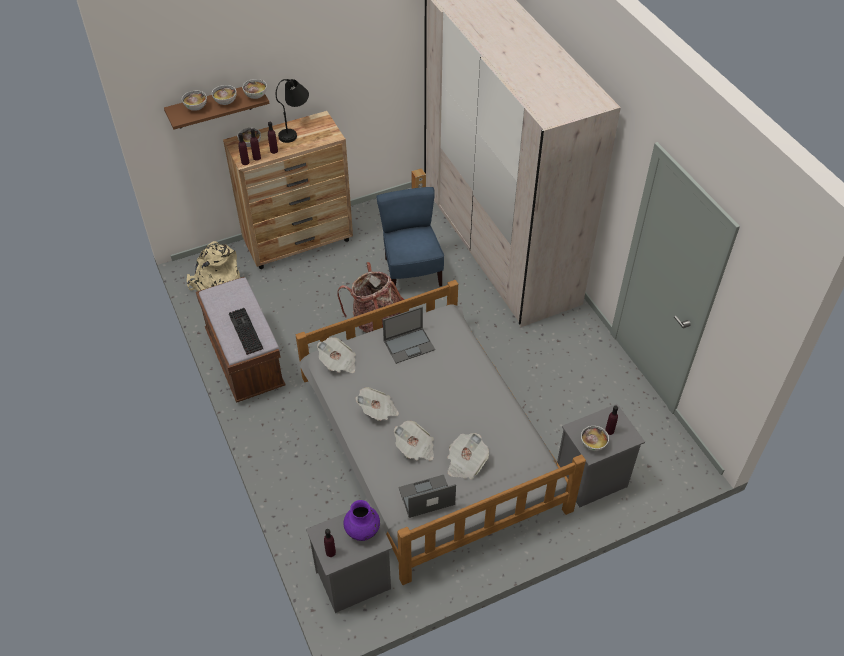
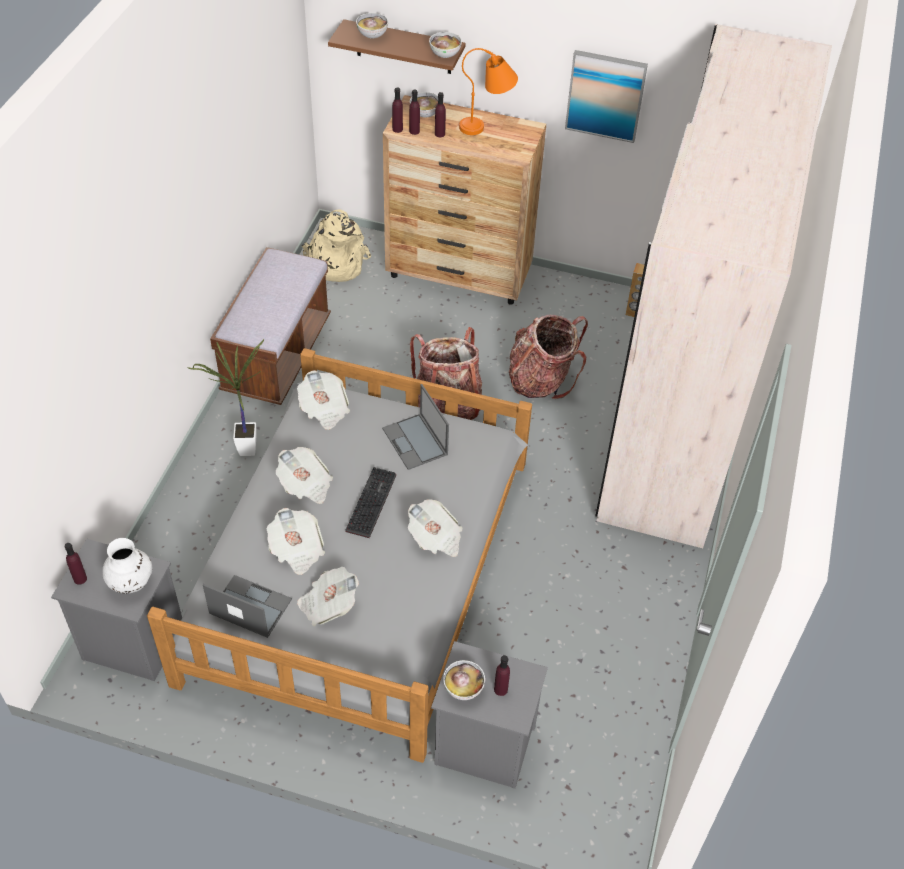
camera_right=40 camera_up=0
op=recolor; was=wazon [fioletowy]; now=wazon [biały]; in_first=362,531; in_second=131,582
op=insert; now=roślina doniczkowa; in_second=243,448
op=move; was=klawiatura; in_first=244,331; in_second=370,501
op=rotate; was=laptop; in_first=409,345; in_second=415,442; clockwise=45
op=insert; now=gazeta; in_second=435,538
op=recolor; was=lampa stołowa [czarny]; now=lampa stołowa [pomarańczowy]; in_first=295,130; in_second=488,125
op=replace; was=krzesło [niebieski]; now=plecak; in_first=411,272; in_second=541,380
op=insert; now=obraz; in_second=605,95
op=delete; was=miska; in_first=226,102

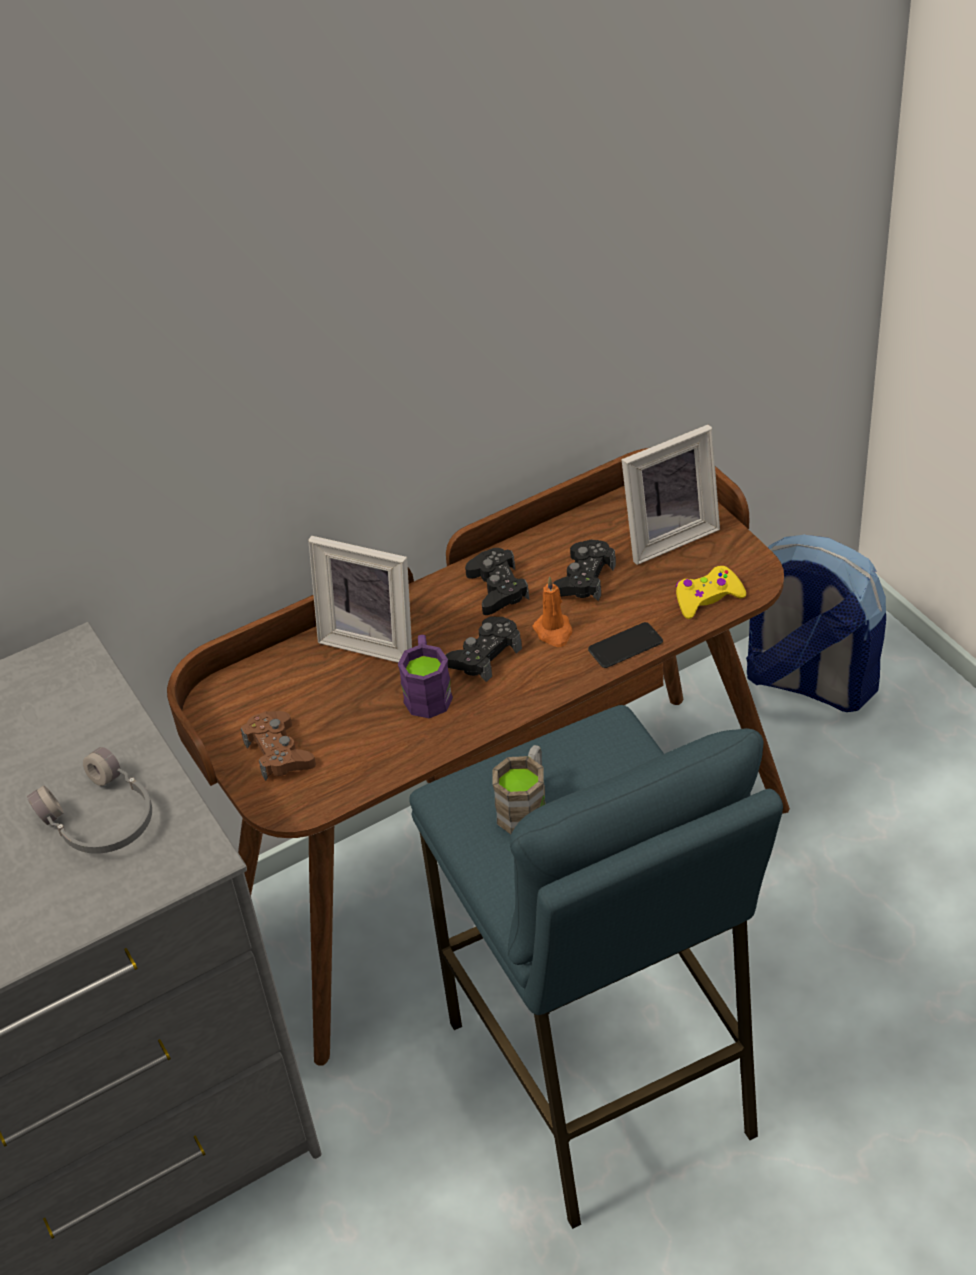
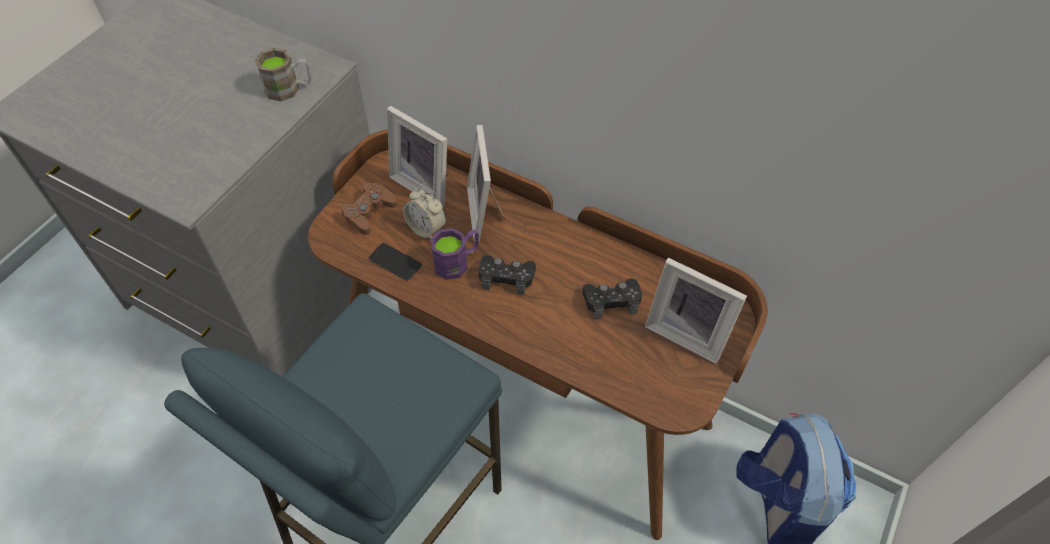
camera_right=55 camera_up=10
op=move; was=kubek [brązowy]; in_first=526,806; in_second=289,88
op=move; was=telefon; in_first=625,646; in_second=395,262
op=insert; now=ramka na zdjęcie; in_second=425,184
op=insert; now=budzik; in_second=426,228
op=delete; was=słuchawki [szary]; in_first=100,819
op=delete; was=pad do gier [czarny]; in_first=497,588
op=delete; was=świeca [pomarańczowy]; in_first=554,632
op=delete; was=pad do gier [żółty]; in_first=707,598

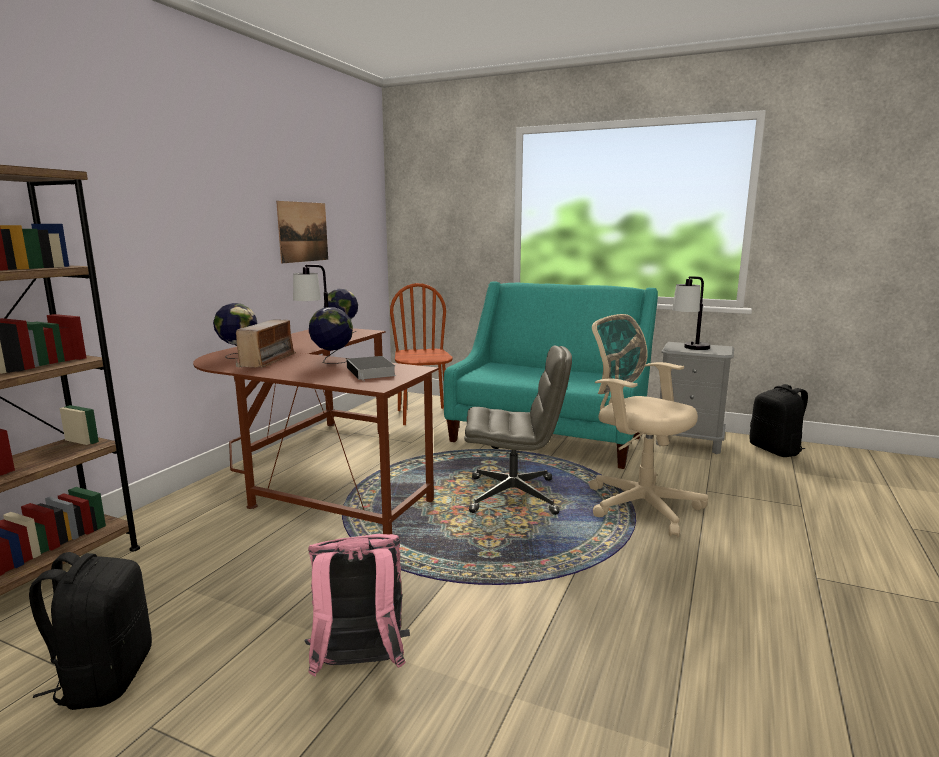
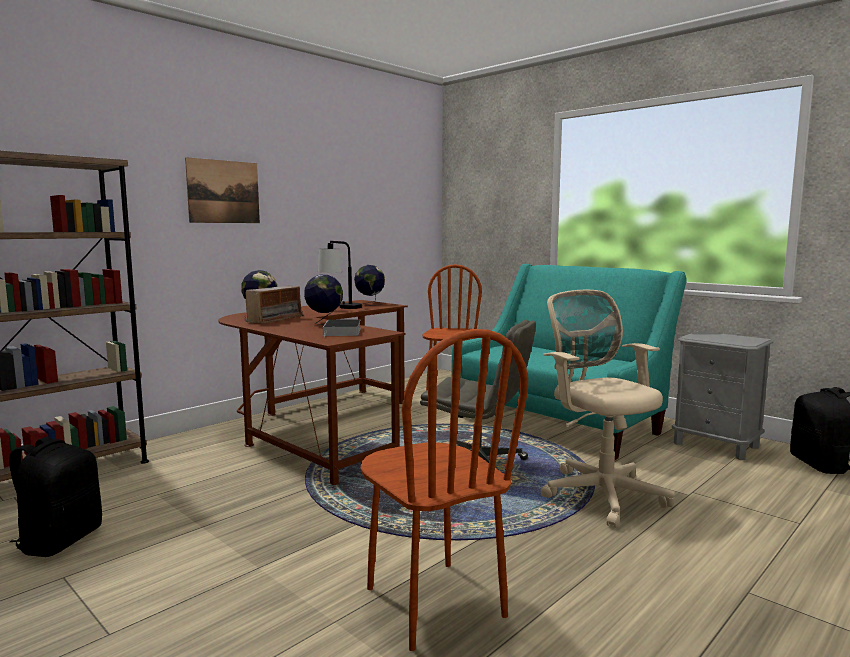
camera_right=20 camera_up=-5
op=move; was=obraz; in_first=303,232; in_second=224,192
op=insert; now=krzesło [brązowy]; in_second=433,602
op=delete; was=plecak [różowy]; in_first=359,666
op=delete; was=lampa stołowa; in_first=690,349

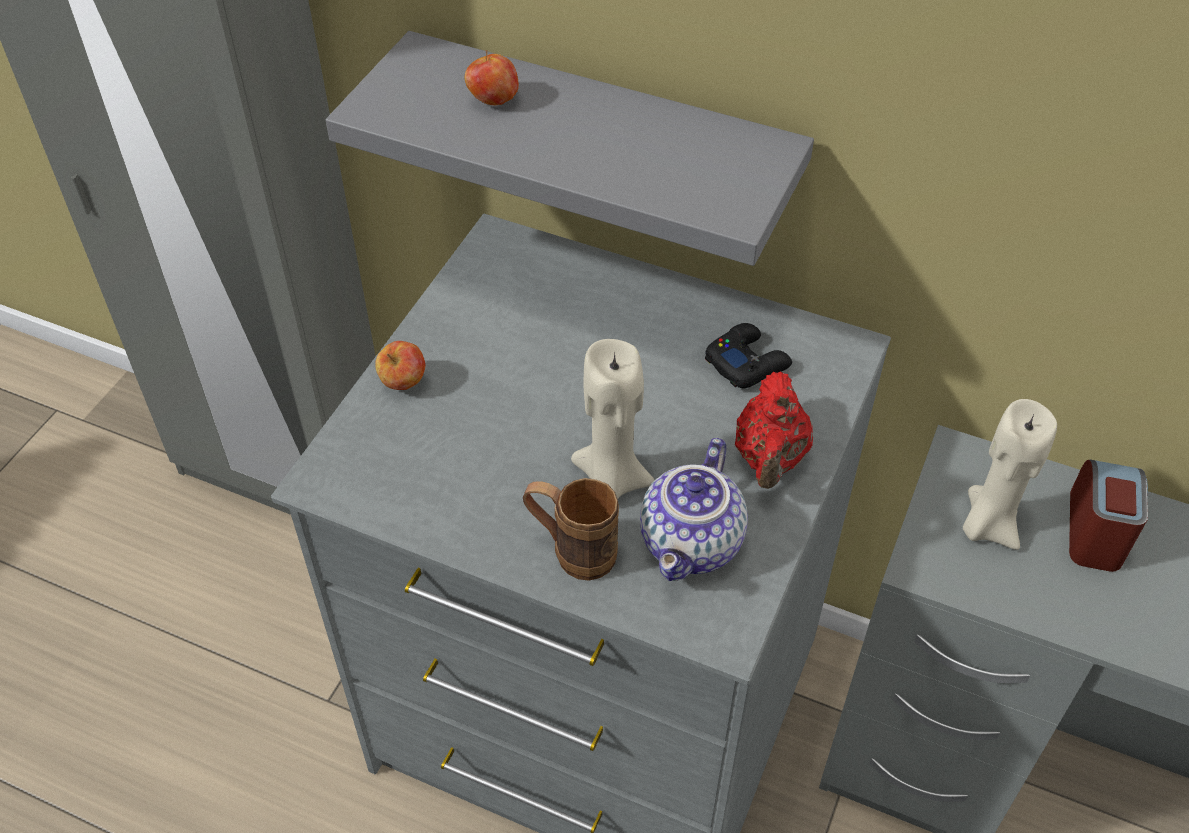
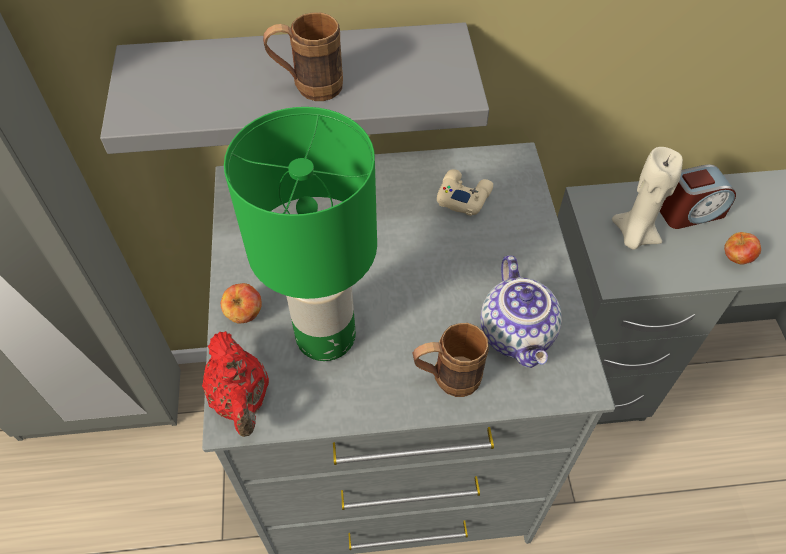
camera_right=-30 camera_up=5
op=move; was=imbryk [czerwony]; in_first=770,459; in_second=241,399
op=insert; now=lampa stołowa [zielony]; in_second=327,335
op=insert; now=kubek [brązowy]; in_second=308,88
op=recolor; was=pad do gier [czarny]; now=pad do gier [beżowy]; in_first=747,362; in_second=463,196
op=rotate; was=budzik; in_first=1096,532; in_second=690,212; clockwise=90
op=move; was=jabłko; in_first=493,101; in_second=736,258
op=delete; was=świeca [beżowy]; in_first=611,480

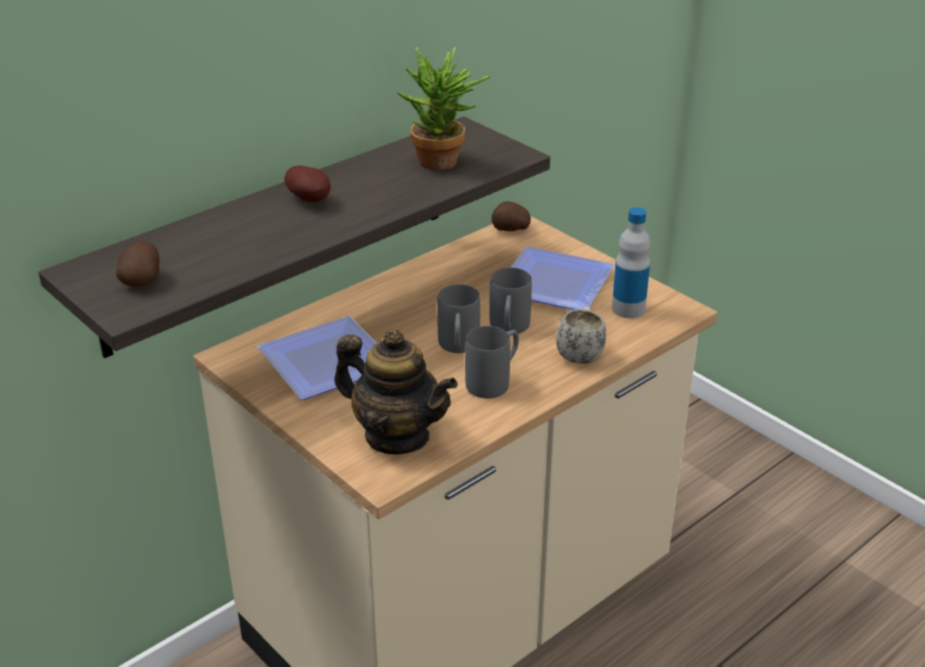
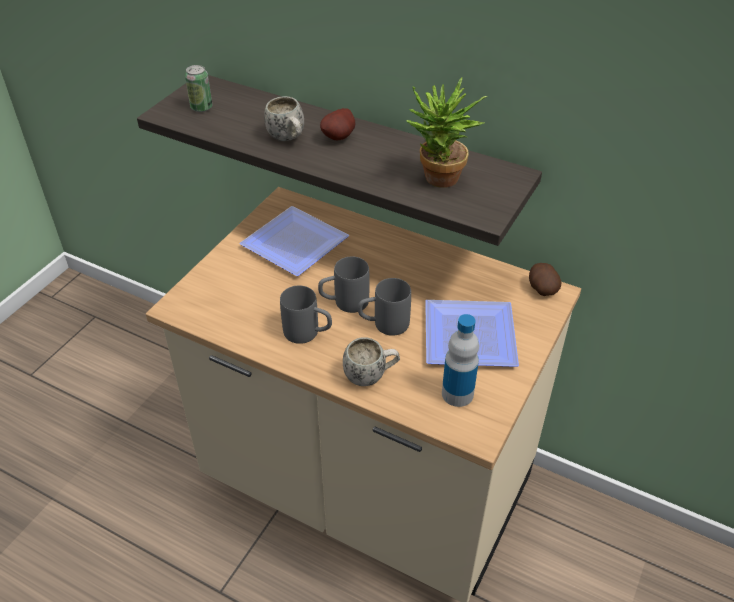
camera_right=70 camera_up=10
op=replace; was=ziemniak; now=puszka; in_first=143,280; in_second=201,107
op=insert; now=kubek [biały]; in_second=289,139
op=delete; was=imbryk; in_first=397,436

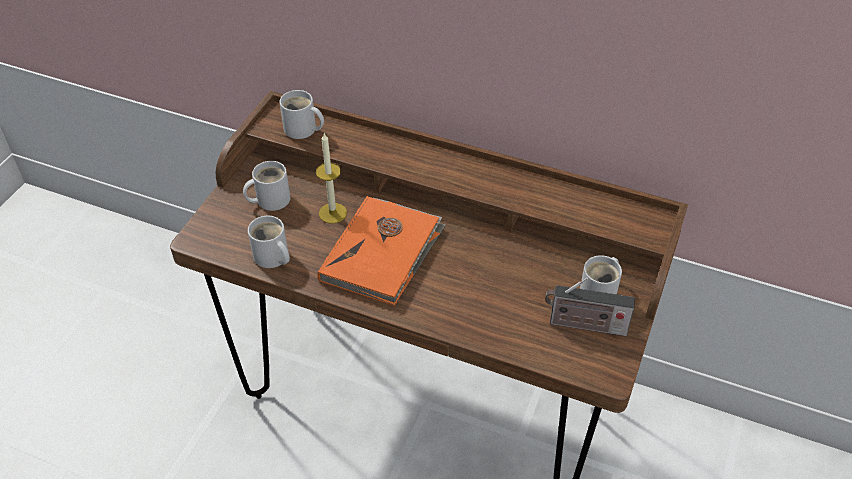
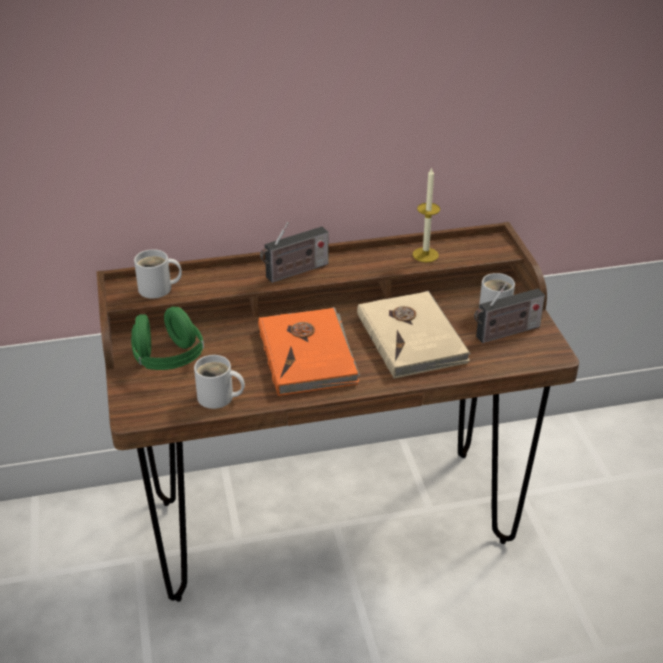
camera_right=-35 camera_up=-10
op=replace; was=kubek [biały]; now=słuchawki [zielony]; in_first=270,199; in_second=168,359
op=insert; now=radio; in_second=295,272
op=insert; now=książka [beżowy]; in_second=412,337
op=move; was=świeca; in_first=332,213; in_second=425,255

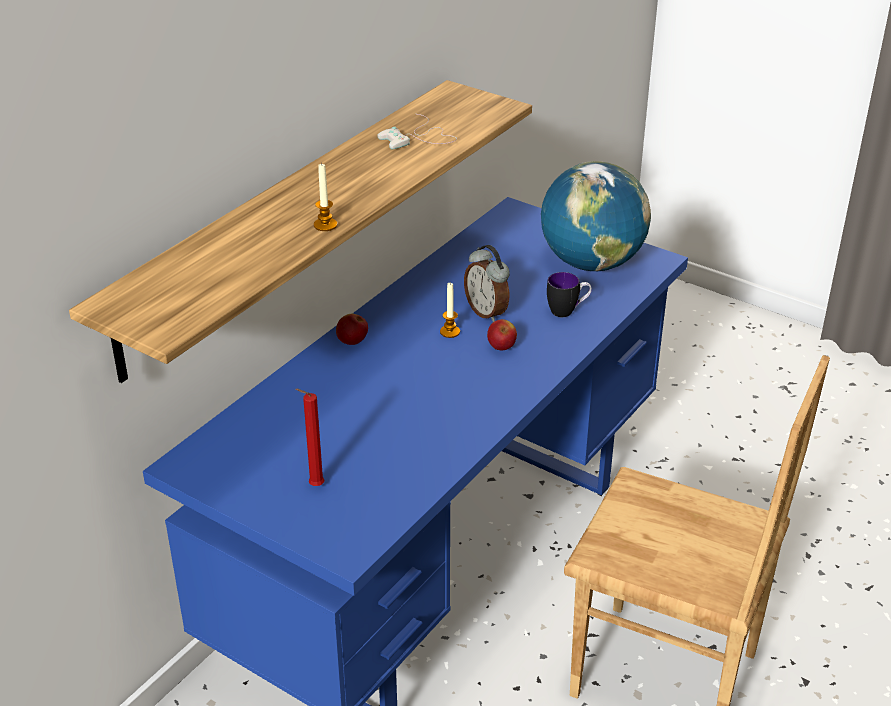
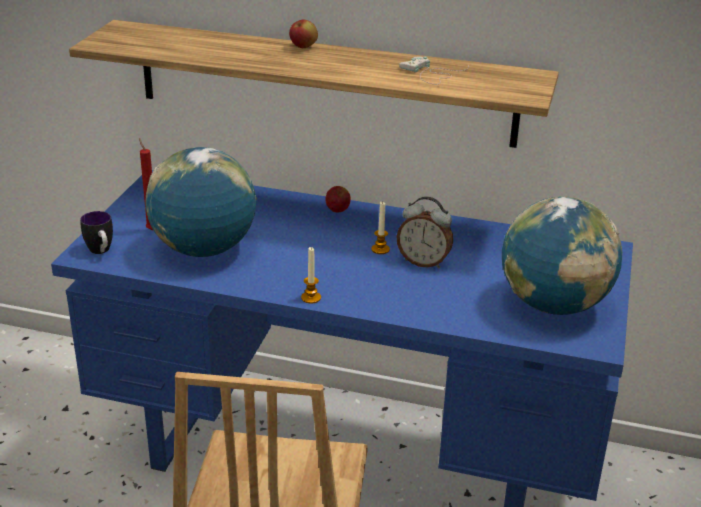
camera_right=70 camera_up=-5
op=move; was=kubek; in_first=567,311; in_second=101,252
op=insert; now=globus; in_second=204,249
op=move; was=jabłko; in_first=501,347; in_second=303,47
op=move; was=świeca; in_first=325,225; in_second=311,298
op=rotate; was=budzik; in_first=487,312; in_second=423,262; clockwise=-105

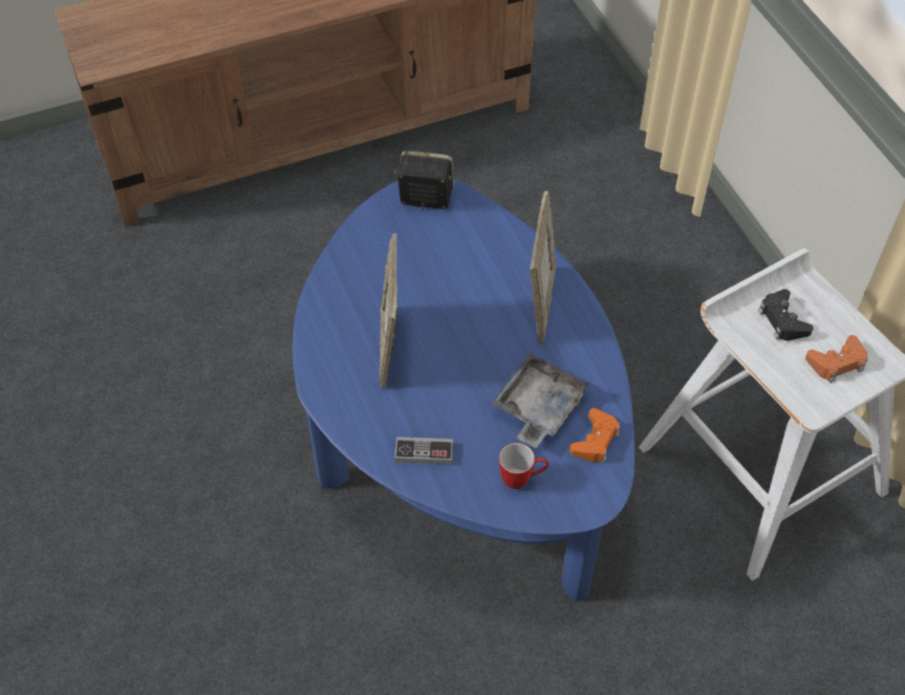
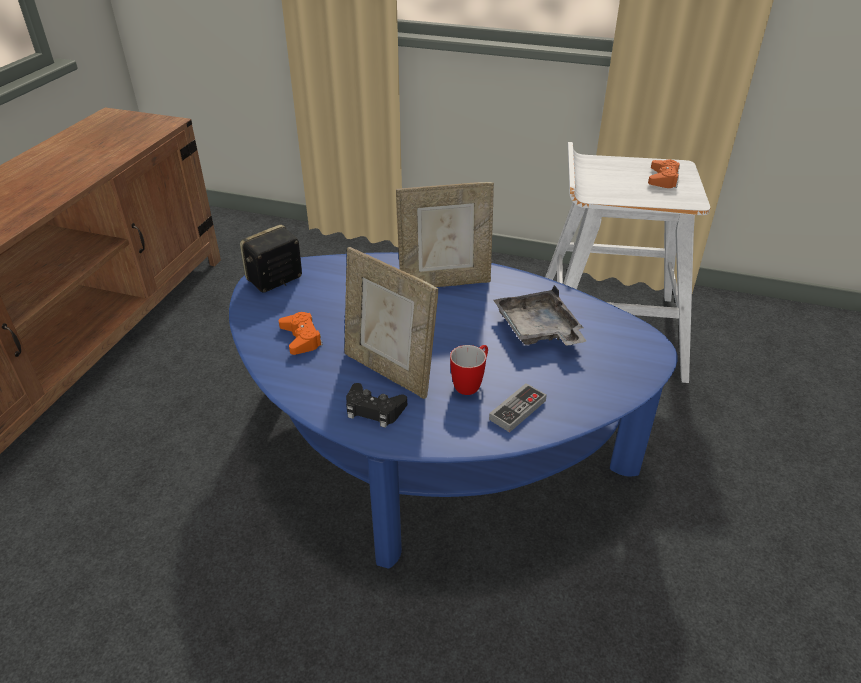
camera_right=-50 camera_up=-15
op=move; was=pad do gier [pomarańczowy]; in_first=595,440; in_second=301,338
op=move; was=pad do gier [czarny]; in_first=782,320; in_second=374,410
op=rotate; was=ramka na zdjęcie; in_first=540,304; in_second=445,282; clockwise=120
op=move; was=kubek; in_first=522,479; in_second=471,383

